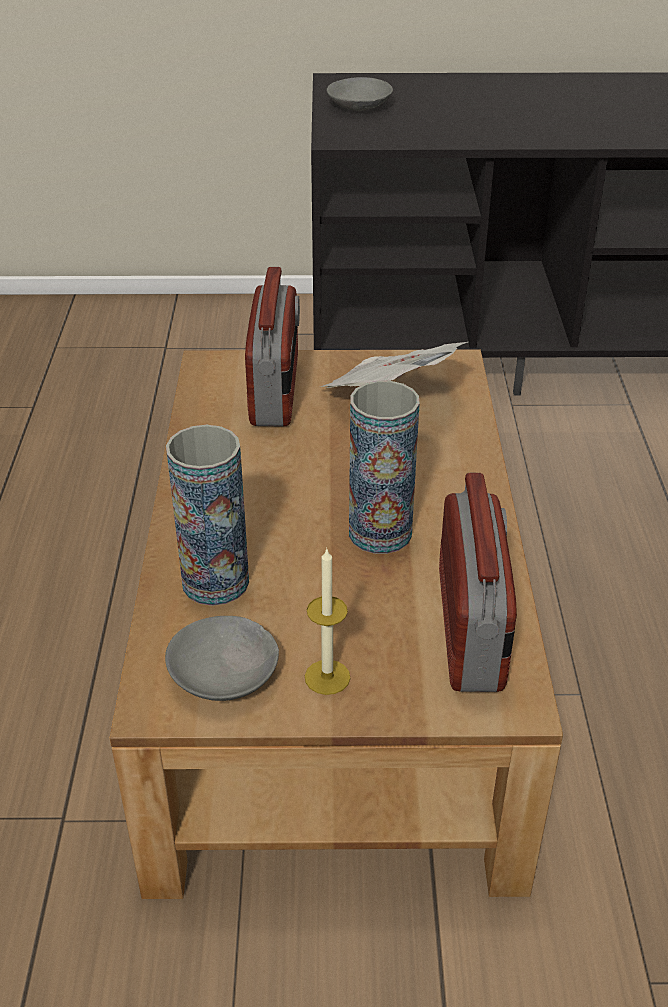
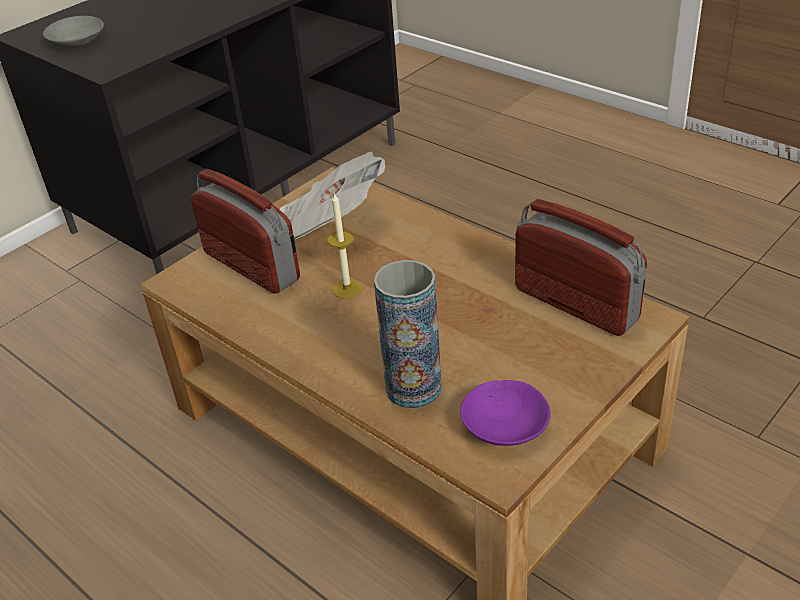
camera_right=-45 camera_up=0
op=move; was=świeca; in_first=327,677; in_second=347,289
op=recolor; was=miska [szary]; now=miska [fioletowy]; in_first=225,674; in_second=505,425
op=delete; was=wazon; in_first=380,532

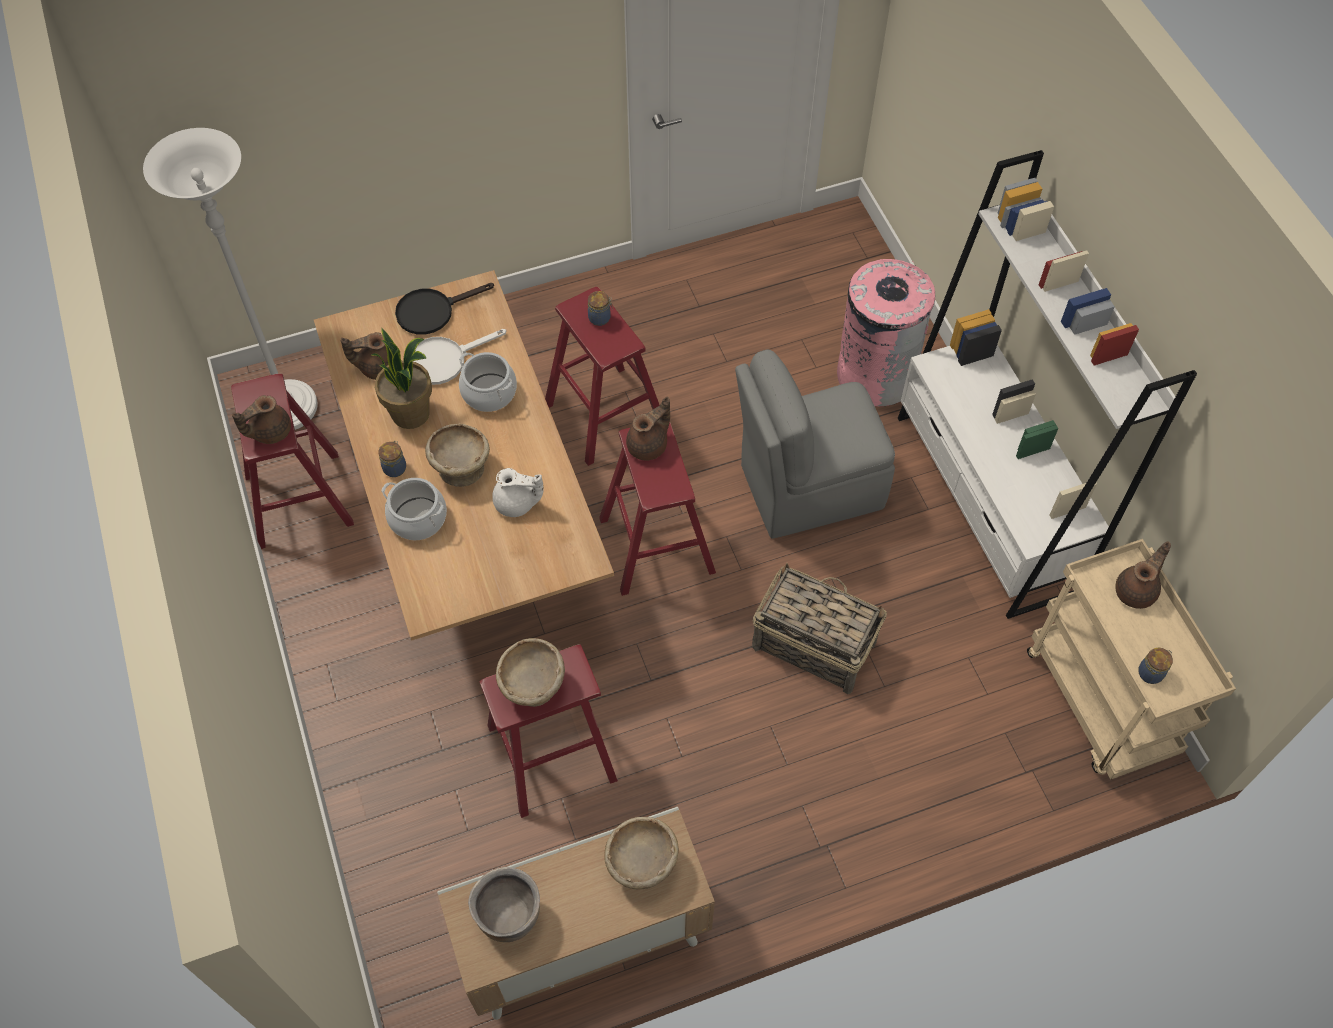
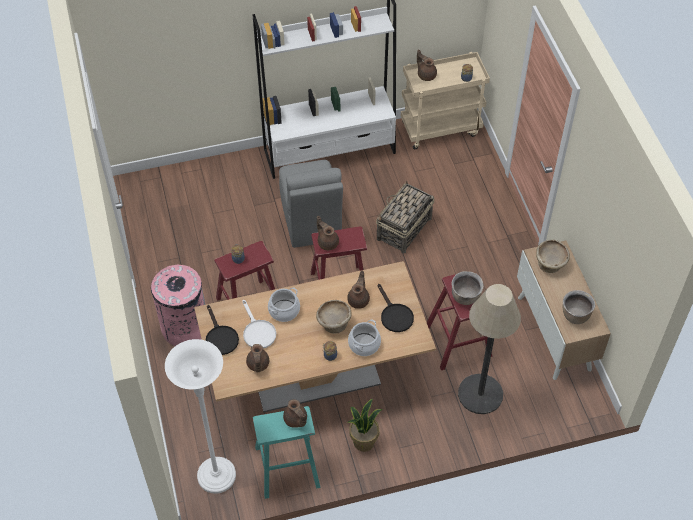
camera_right=-85 camera_up=-5
op=move; was=kosz na śmieci [różowy]; in_first=875,374; in_second=185,328
op=recolor; was=stołek [czerwony]; now=stołek [turkusowy]; in_first=298,499; in_second=287,467
op=recolor; was=imbryk [biały]; now=imbryk [brązowy]; in_first=517,503; in_second=359,300
op=move; was=roślina doniczkowa; in_first=411,413; in_second=363,442
op=insert; now=patelnia [czarny]; in_second=394,315
op=replace; was=miska [beżowy]; now=garnek [brązowy]; in_first=533,688; in_second=465,297
op=insert; now=lampa stojąca; in_second=480,394

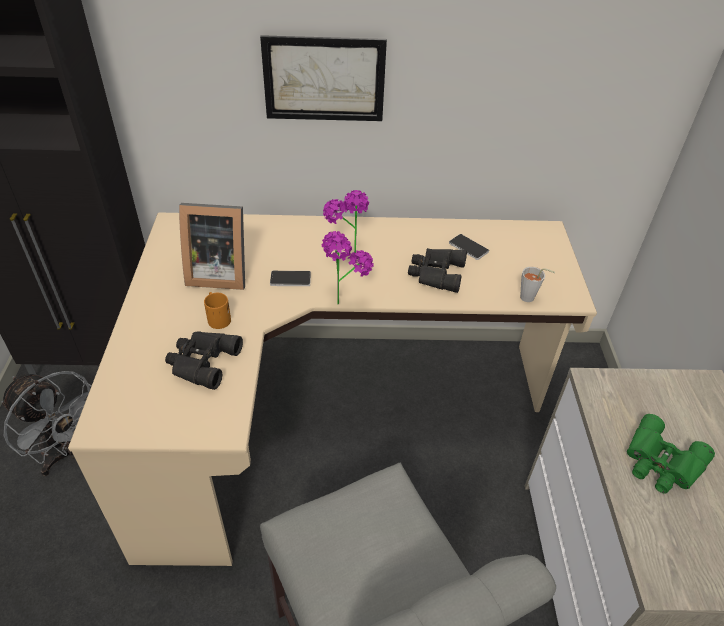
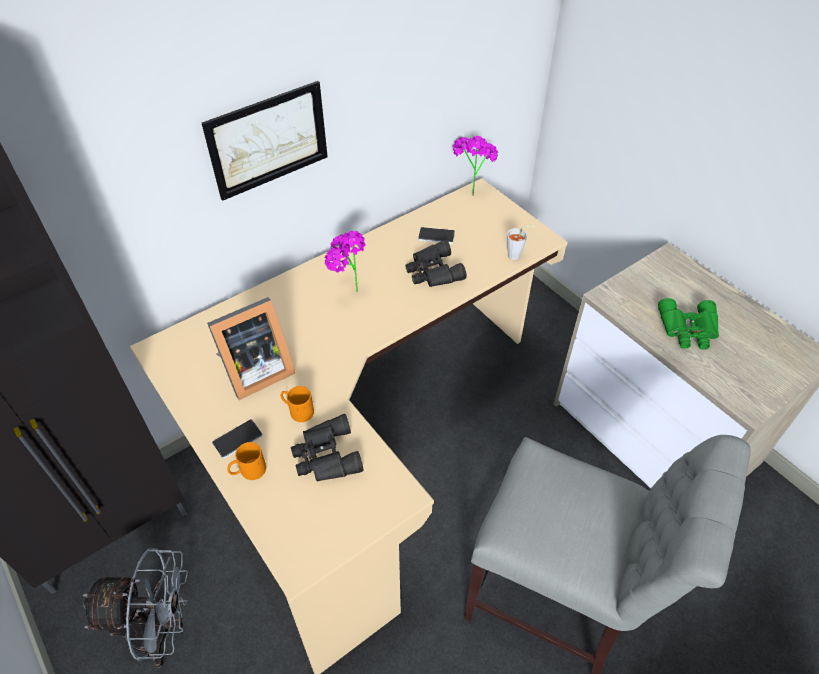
camera_right=-35 camera_up=5
op=move; was=telefon; in_first=290,279; in_second=237,439
op=insert; now=kubek [pomarańczowy]; in_second=248,471
op=move; was=roślina doniczkowa; in_first=343,298; in_second=471,190

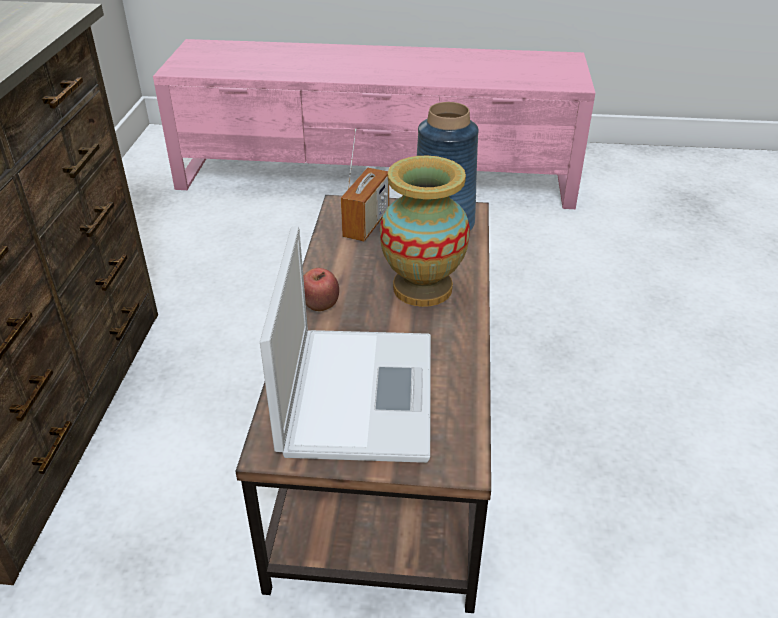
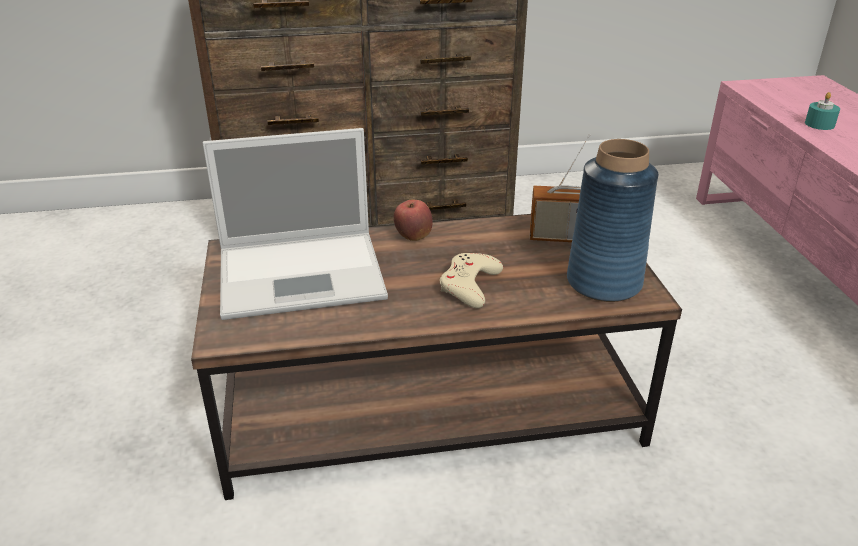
camera_right=75 camera_up=-5
op=replace; was=wazon; now=pad do gier [beżowy]; in_first=422,288; in_second=469,285
op=insert; now=świeca [turkusowy]; in_second=819,124

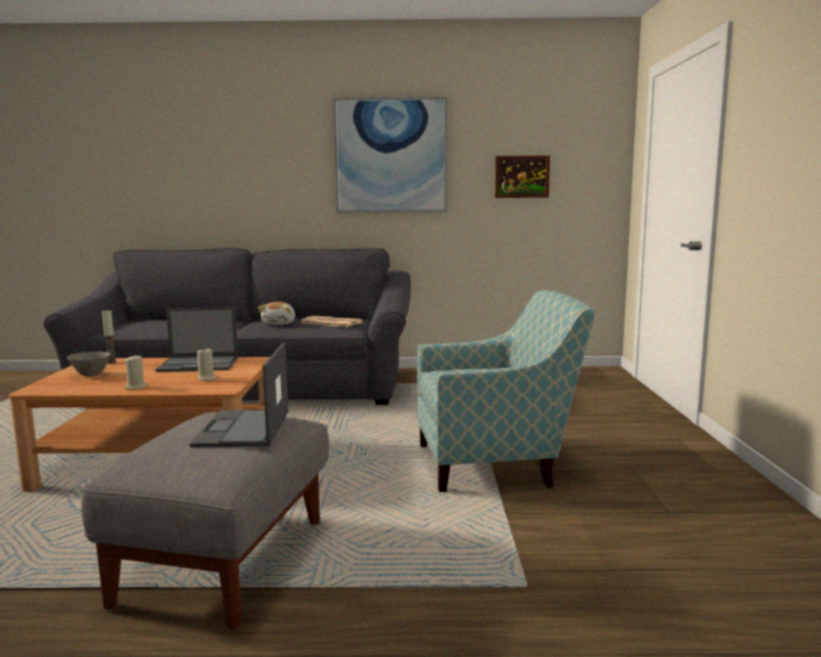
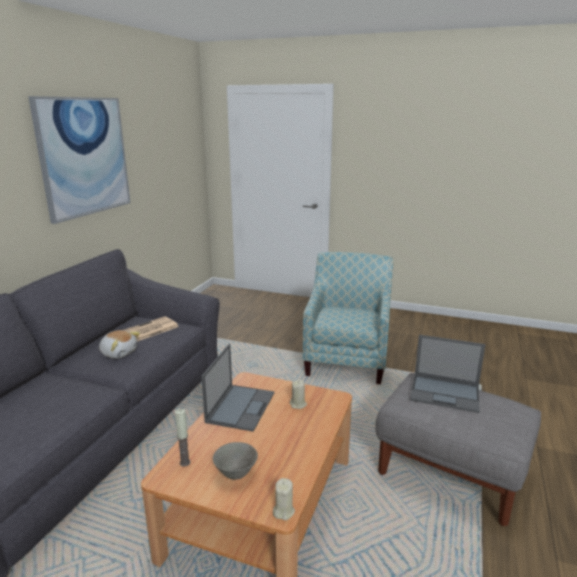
camera_right=-70 camera_up=10
op=move; was=świeca [beżowy]; in_first=136,387; in_second=283,511
op=delete; was=obraz; in_first=522,177

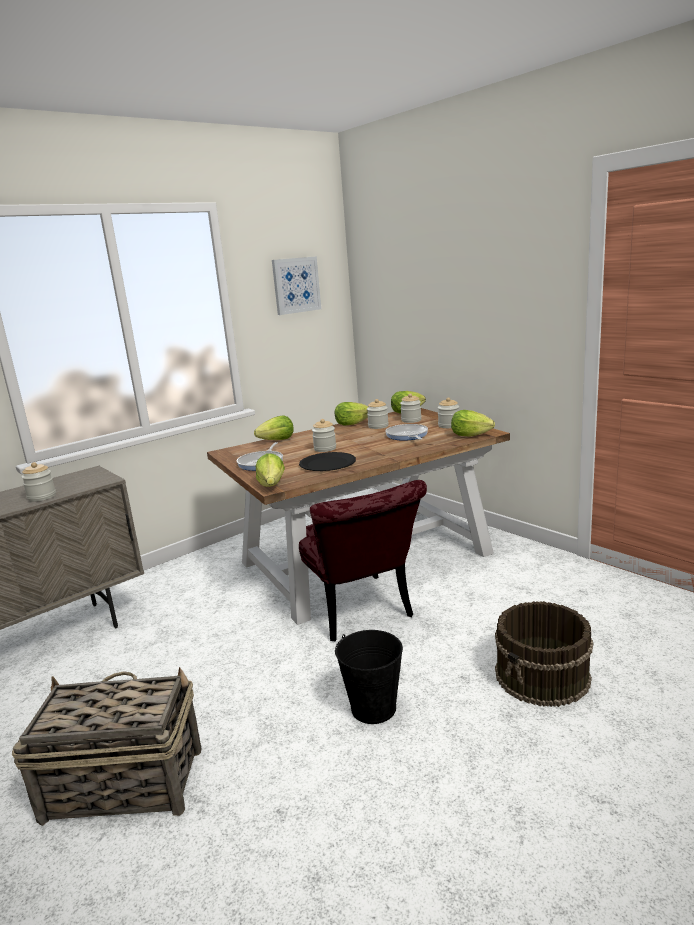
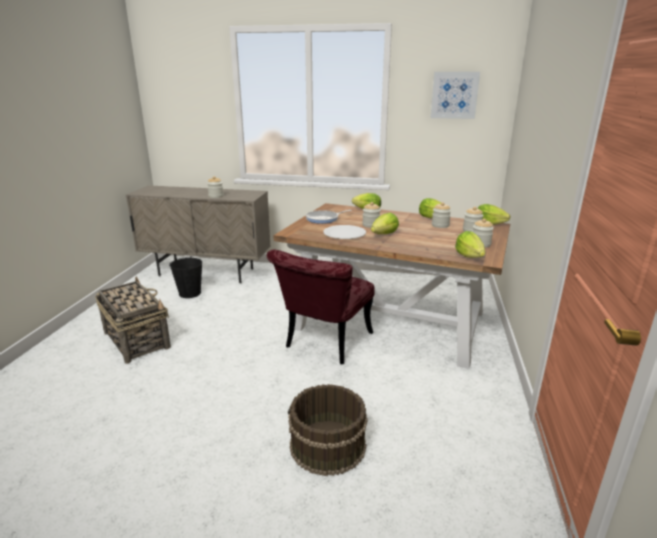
camera_right=50 camera_up=5
op=move; was=wiadro [czarny]; in_first=373,707; in_second=190,293
op=recolor; was=talerz [czarny]; now=talerz [biały]; in_first=327,464; in_second=344,233
op=move; was=sałata; in_first=272,485; in_second=384,234
op=delete; was=patelnia; in_first=407,436

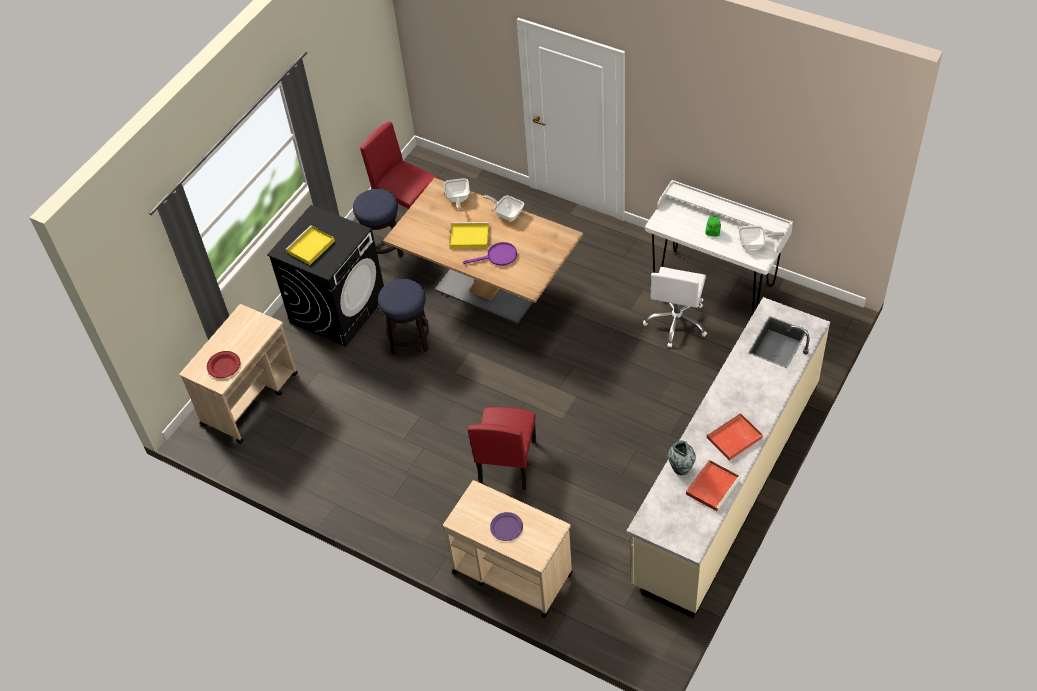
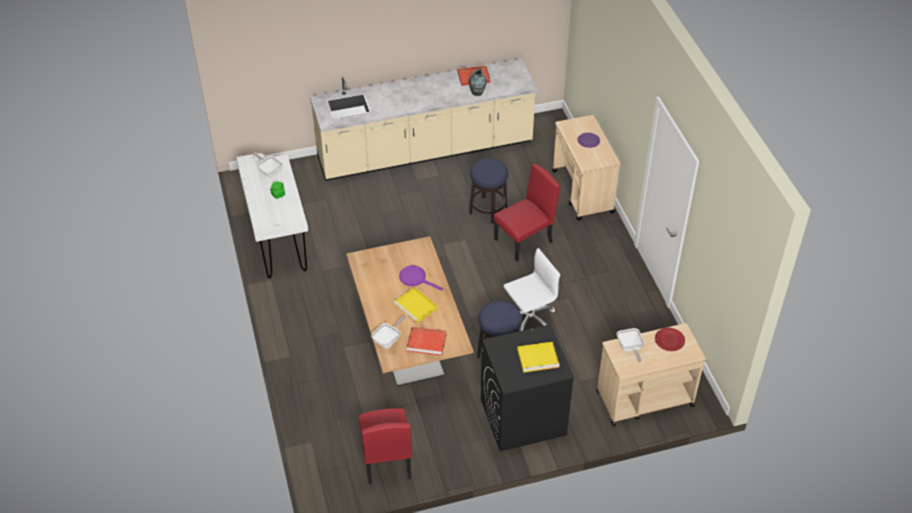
camera_right=-140 camera_up=-5
op=move; was=taca [czerwony]; in_first=733,438; in_second=427,342
op=move; was=stołek; in_first=383,248; in_second=488,210
op=move; was=krzesło biurowe [biały]; in_first=676,322; in_second=529,321
op=move; was=patelnia; in_first=507,213; in_second=629,348

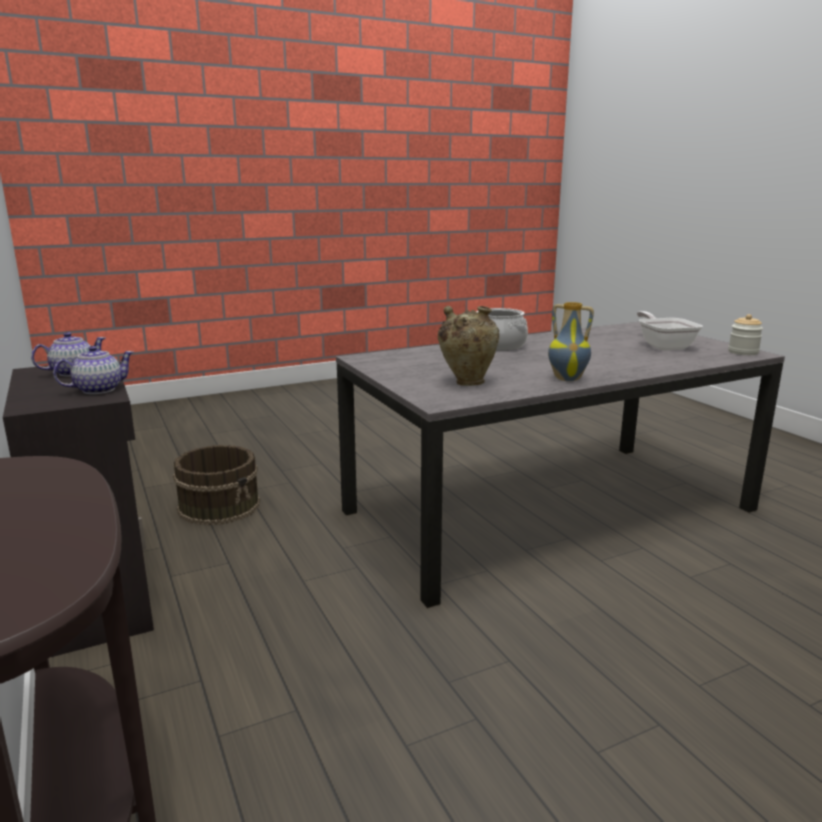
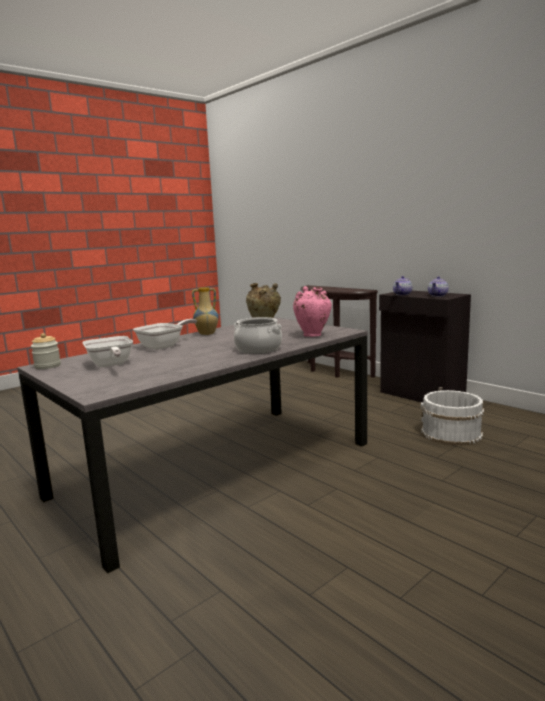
camera_right=165 camera_up=-5
op=insert; now=patelnia; in_second=164,346
op=insert; now=wazon [różowy]; in_second=312,335
op=recolor; was=wiadro [brązowy]; now=wiadro [biały]; in_first=220,505; in_second=451,433

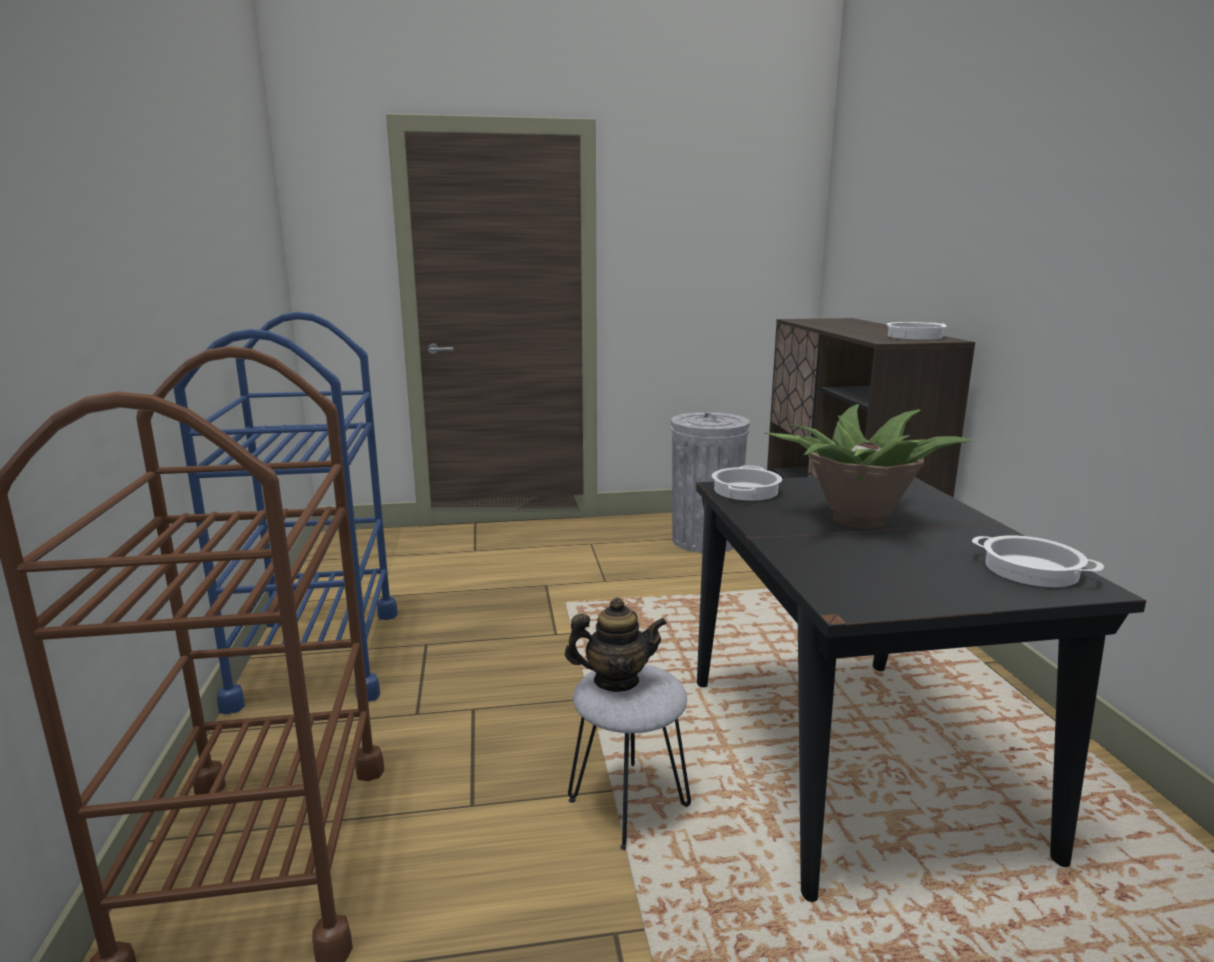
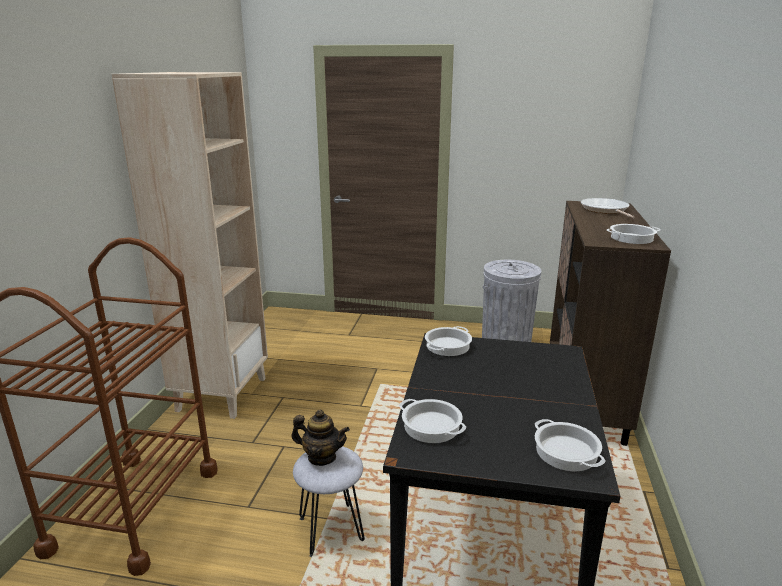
camera_right=20 camera_up=5
op=replace; was=wózek [niebieski]; now=regał [beżowy]; in_first=317,657; in_second=222,393
op=insert; now=garnek; in_second=432,426
op=insert; now=patelnia; in_second=605,210
op=delete; was=roślina doniczkowa; in_first=857,520

